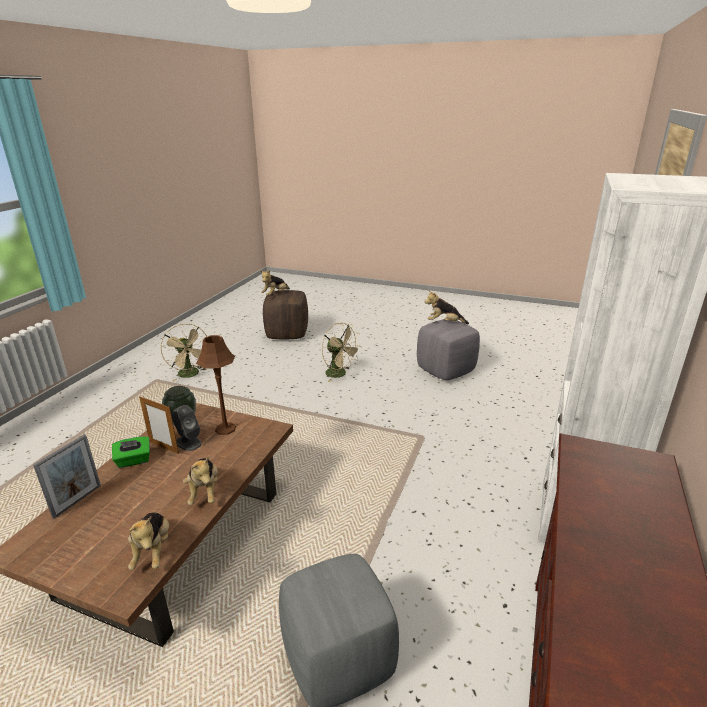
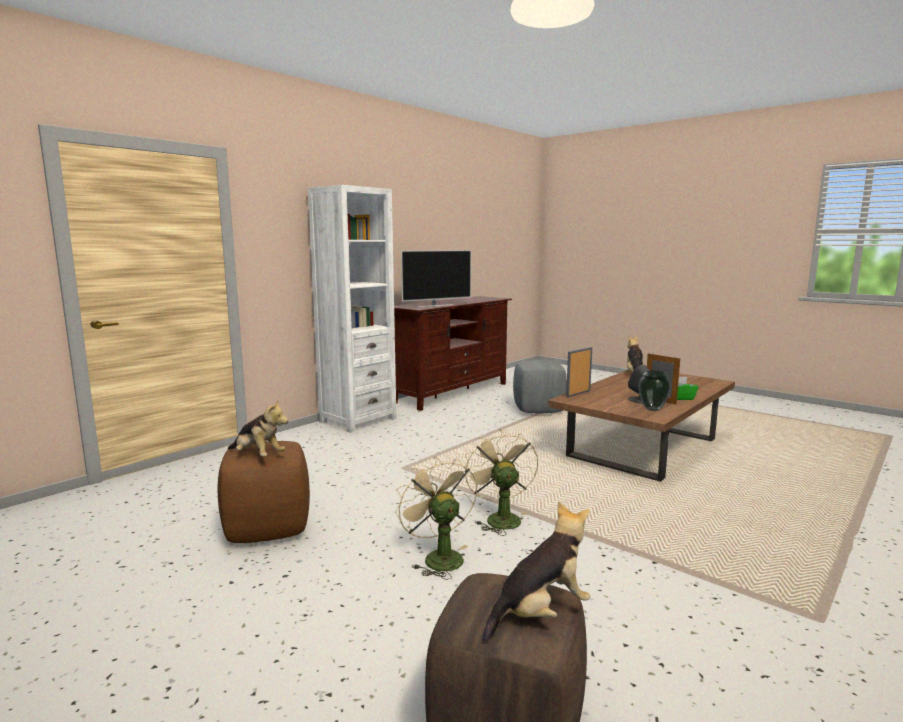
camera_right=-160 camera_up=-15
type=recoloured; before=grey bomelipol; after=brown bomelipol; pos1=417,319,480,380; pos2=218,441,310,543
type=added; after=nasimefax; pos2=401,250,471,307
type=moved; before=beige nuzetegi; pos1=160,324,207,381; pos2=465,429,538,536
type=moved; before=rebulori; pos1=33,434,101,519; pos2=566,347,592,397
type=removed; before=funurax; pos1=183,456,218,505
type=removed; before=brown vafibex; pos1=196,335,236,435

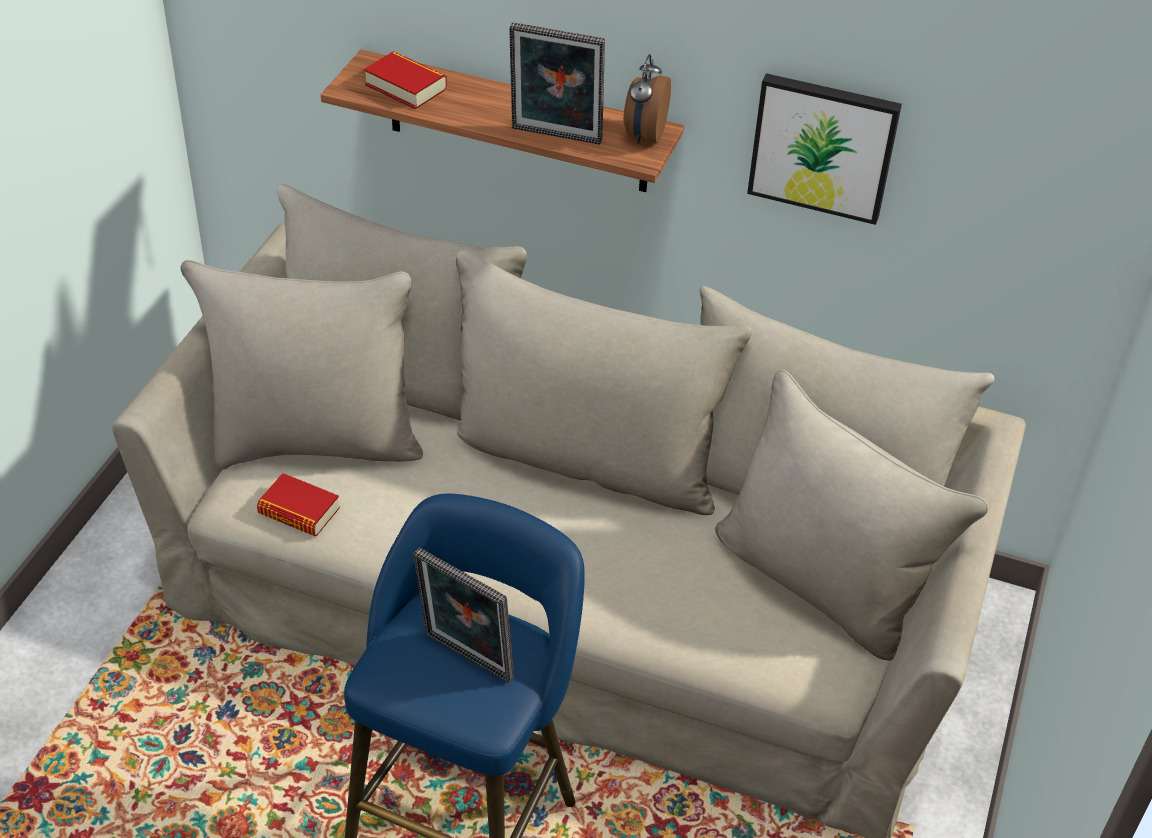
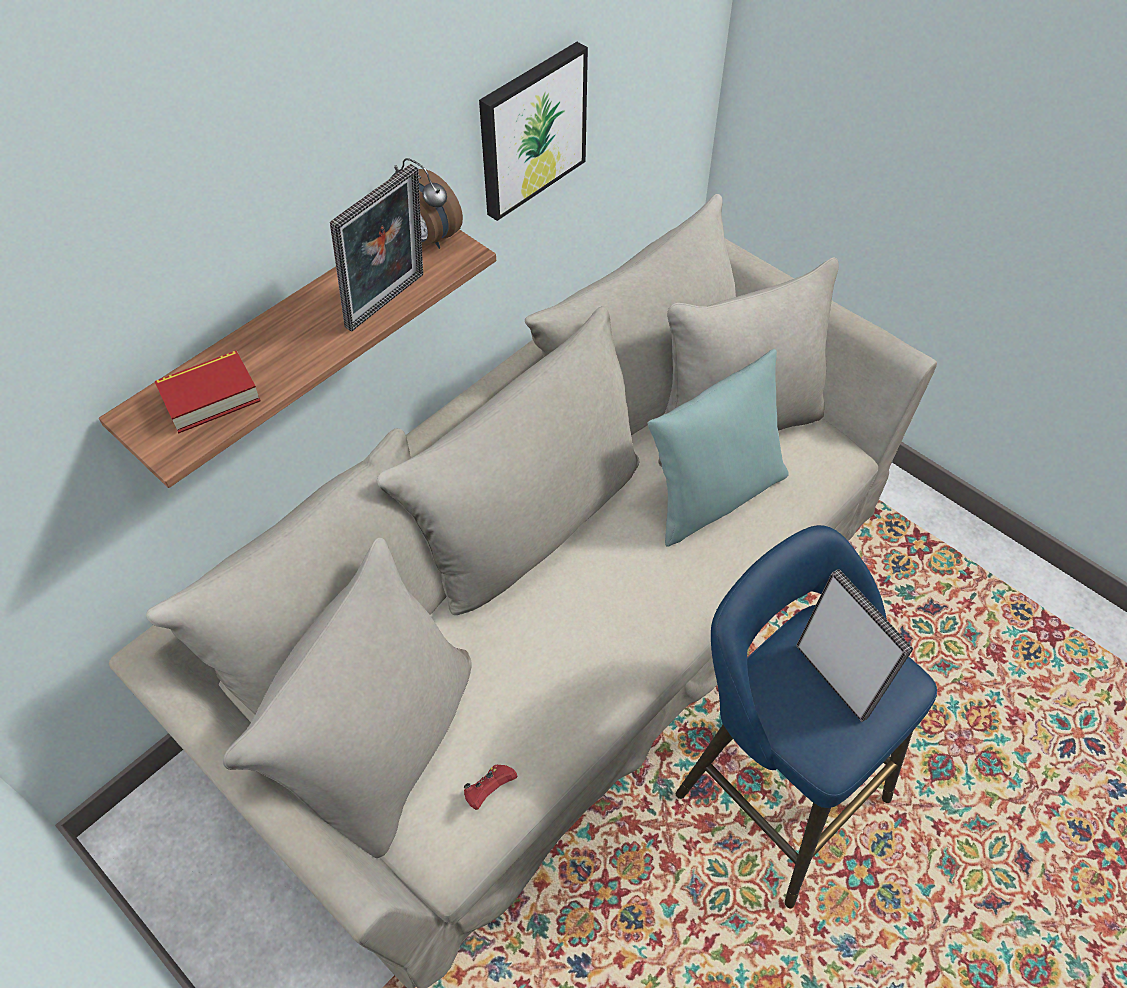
camera_right=-65 camera_up=10
type=replaced; before=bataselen; after=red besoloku; pos1=257,473,340,536; pos2=464,765,517,810
type=added; after=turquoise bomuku; pos2=647,349,789,547
type=turned; before=rebulori; pos1=413,548,514,683; pos2=796,569,913,722; turn=-90

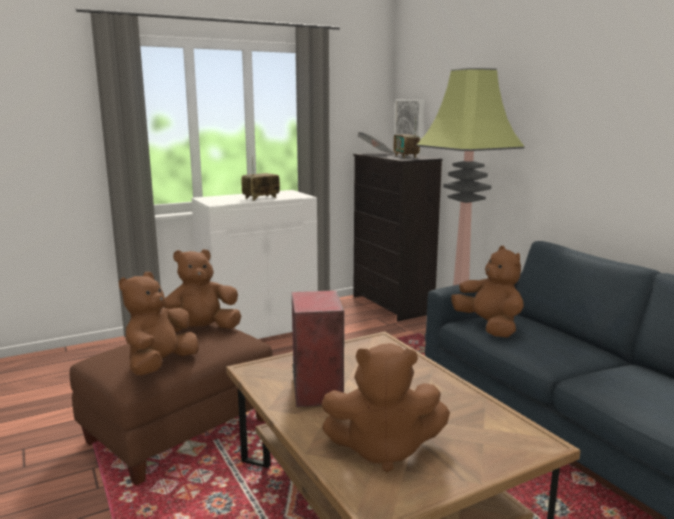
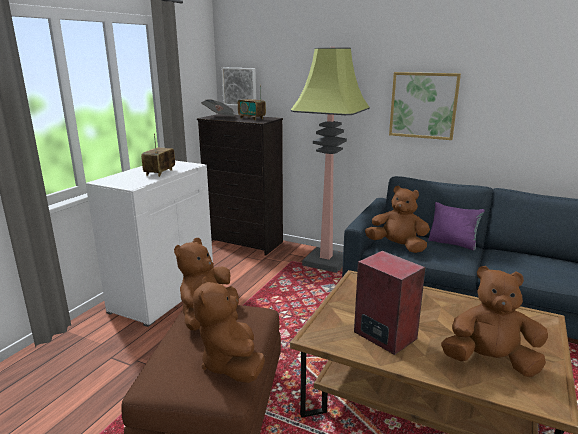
camera_right=-35 camera_up=5
type=added; after=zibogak; pos2=389,72,461,140
type=added; after=purple bomuku; pos2=428,202,485,251
type=turned; before=brown funurax; pos1=321,343,450,472; pos2=441,266,548,377; turn=-135

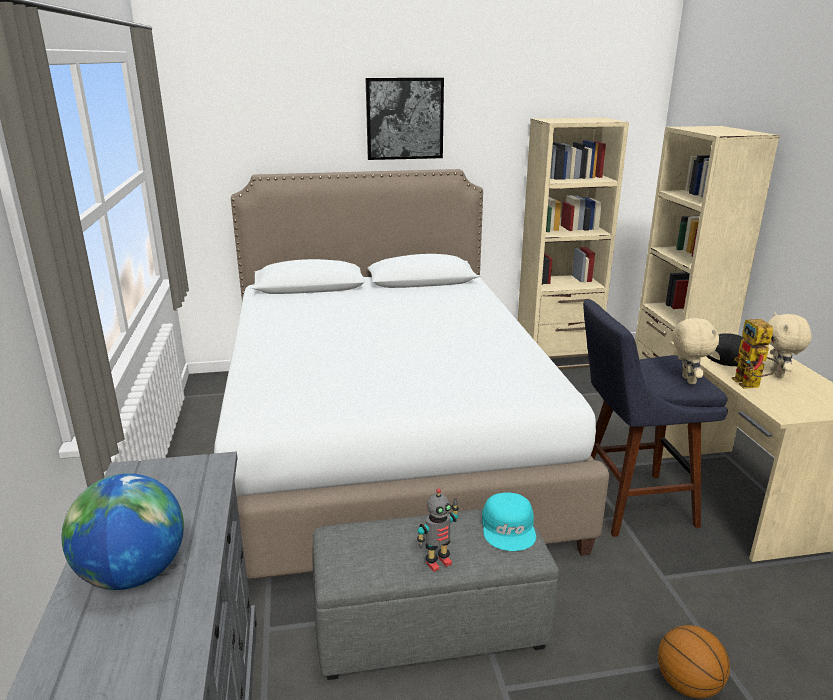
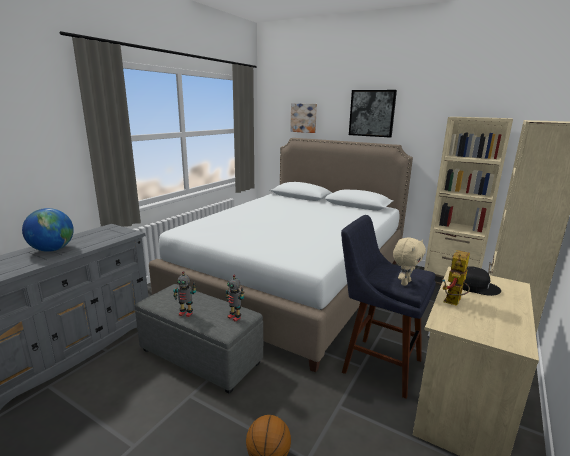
camera_right=40 camera_up=-5
type=replaced; before=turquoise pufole; after=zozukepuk; pos1=482,492,536,551; pos2=226,275,245,322
type=added; after=zibogak; pos2=290,103,317,133
type=removed; before=beige funurax; pos1=768,313,812,378

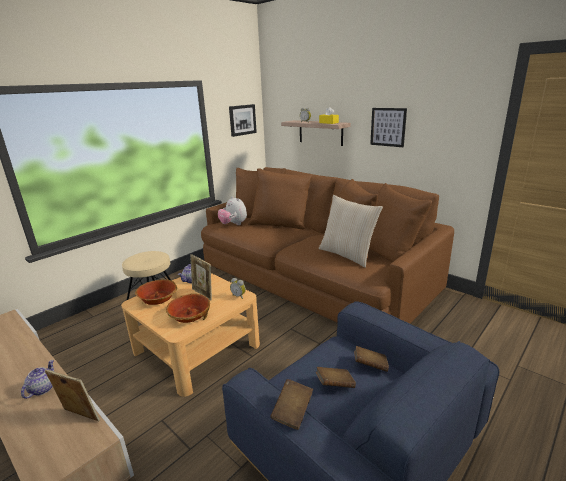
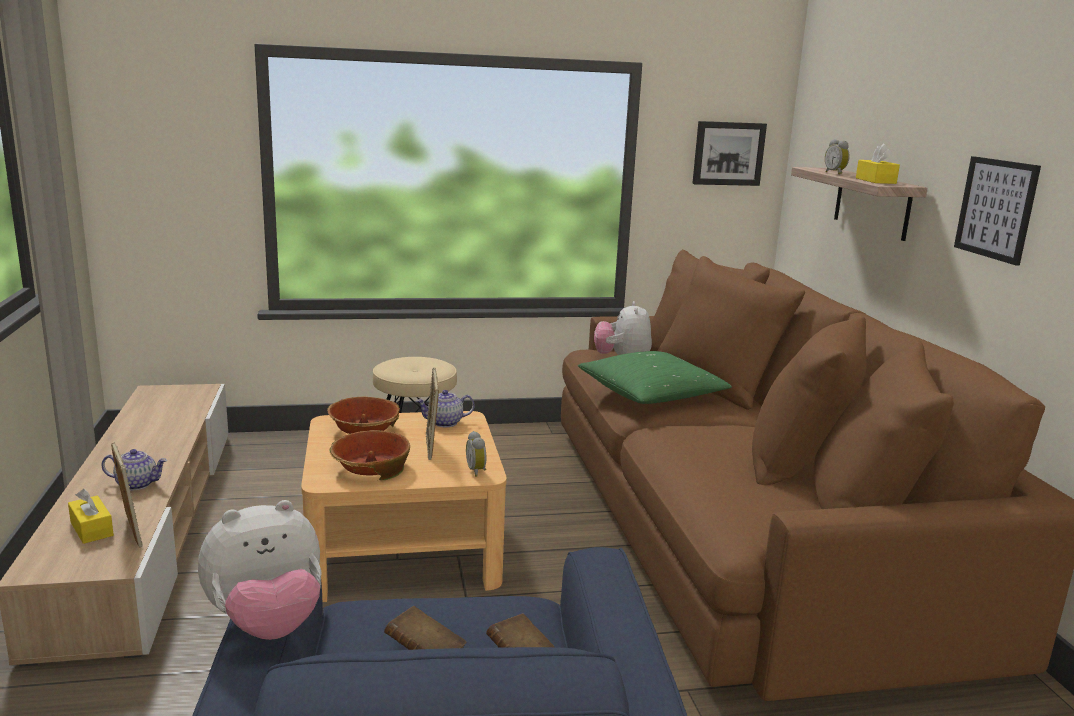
camera_right=35 camera_up=-5
type=added; after=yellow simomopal; pos2=68,489,114,544
type=turned; before=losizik; pos1=21,360,54,399; pos2=101,449,167,490; turn=45
type=replaced; before=brown bataselen; after=funurax; pos1=270,379,313,430; pos2=198,500,322,640
type=added; after=green bomuku; pos2=578,351,732,404
type=removed; before=beige bomuku; pos1=319,195,383,268

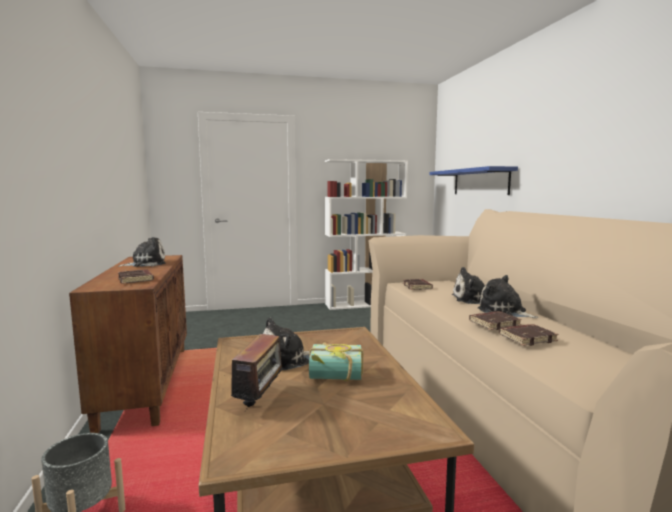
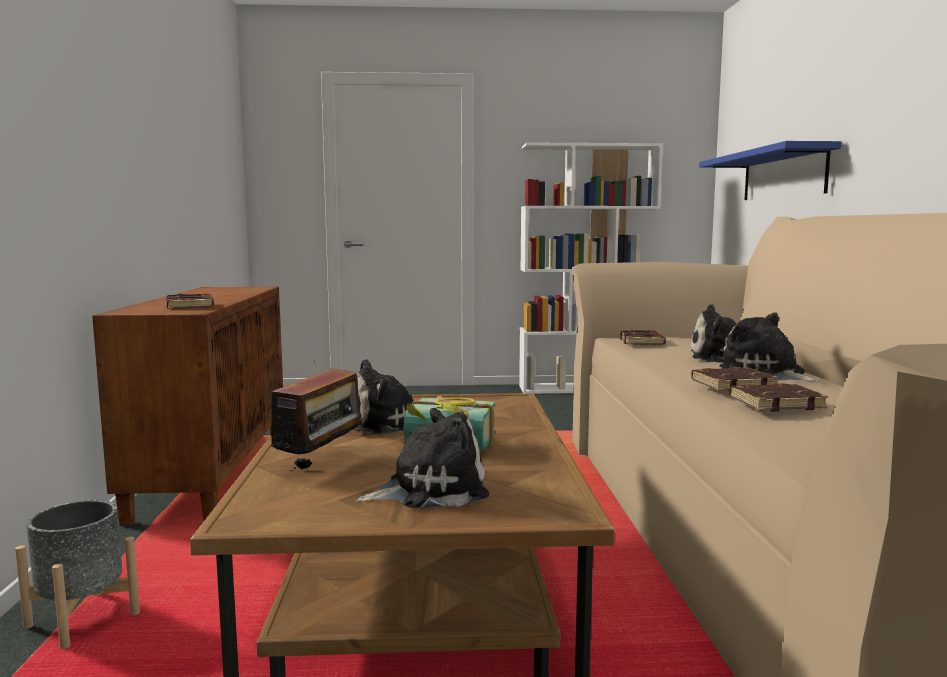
camera_right=10 camera_up=0
type=moved; before=funurax; pos1=118,237,166,267; pos2=356,408,489,508

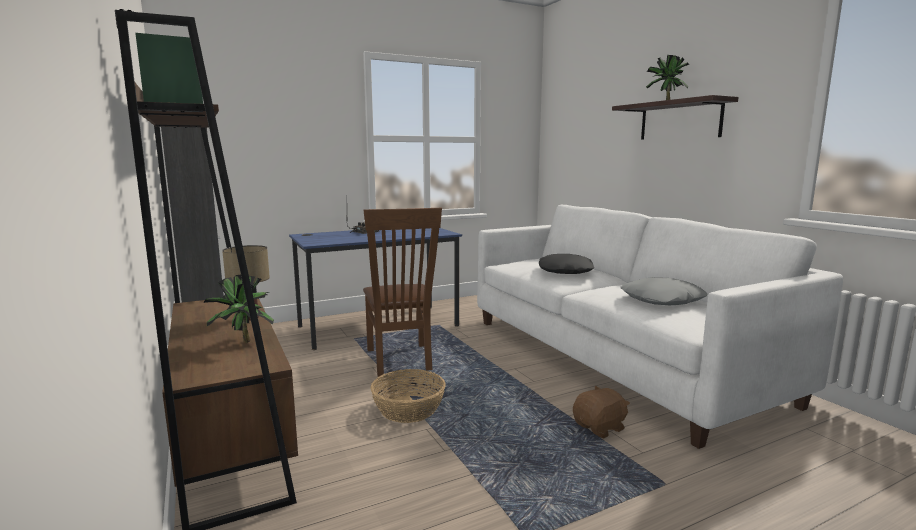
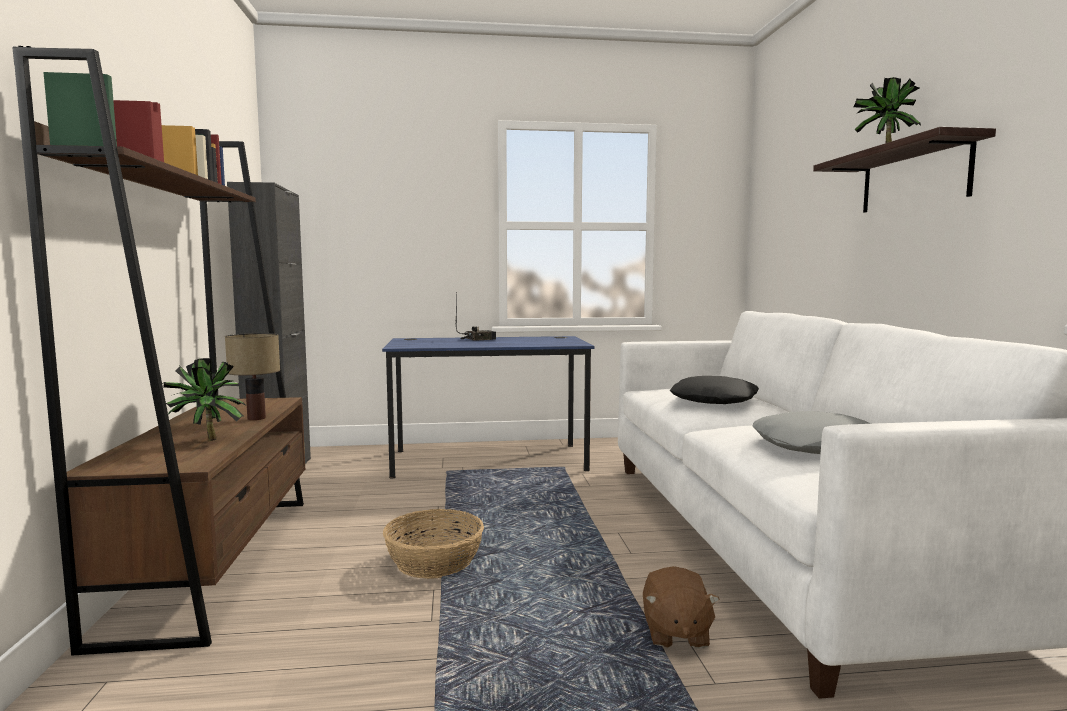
camera_right=20 camera_up=-5
type=turned; before=brown funurax; pos1=573,385,630,438; pos2=643,566,720,648; turn=105
type=removed; before=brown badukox; pos1=363,208,442,377

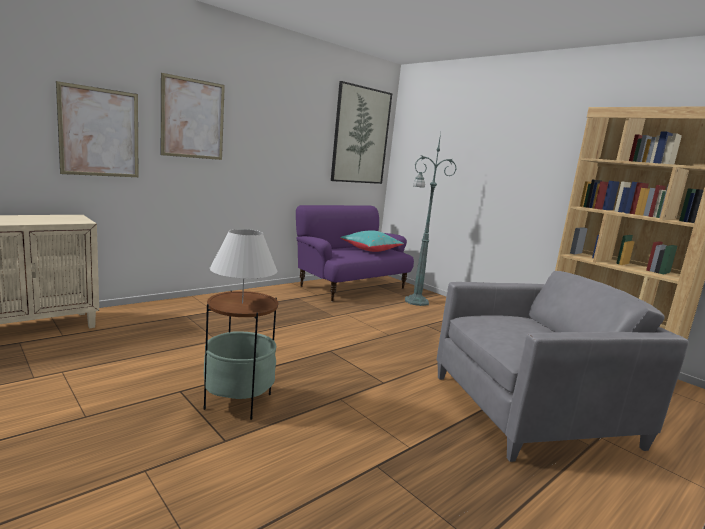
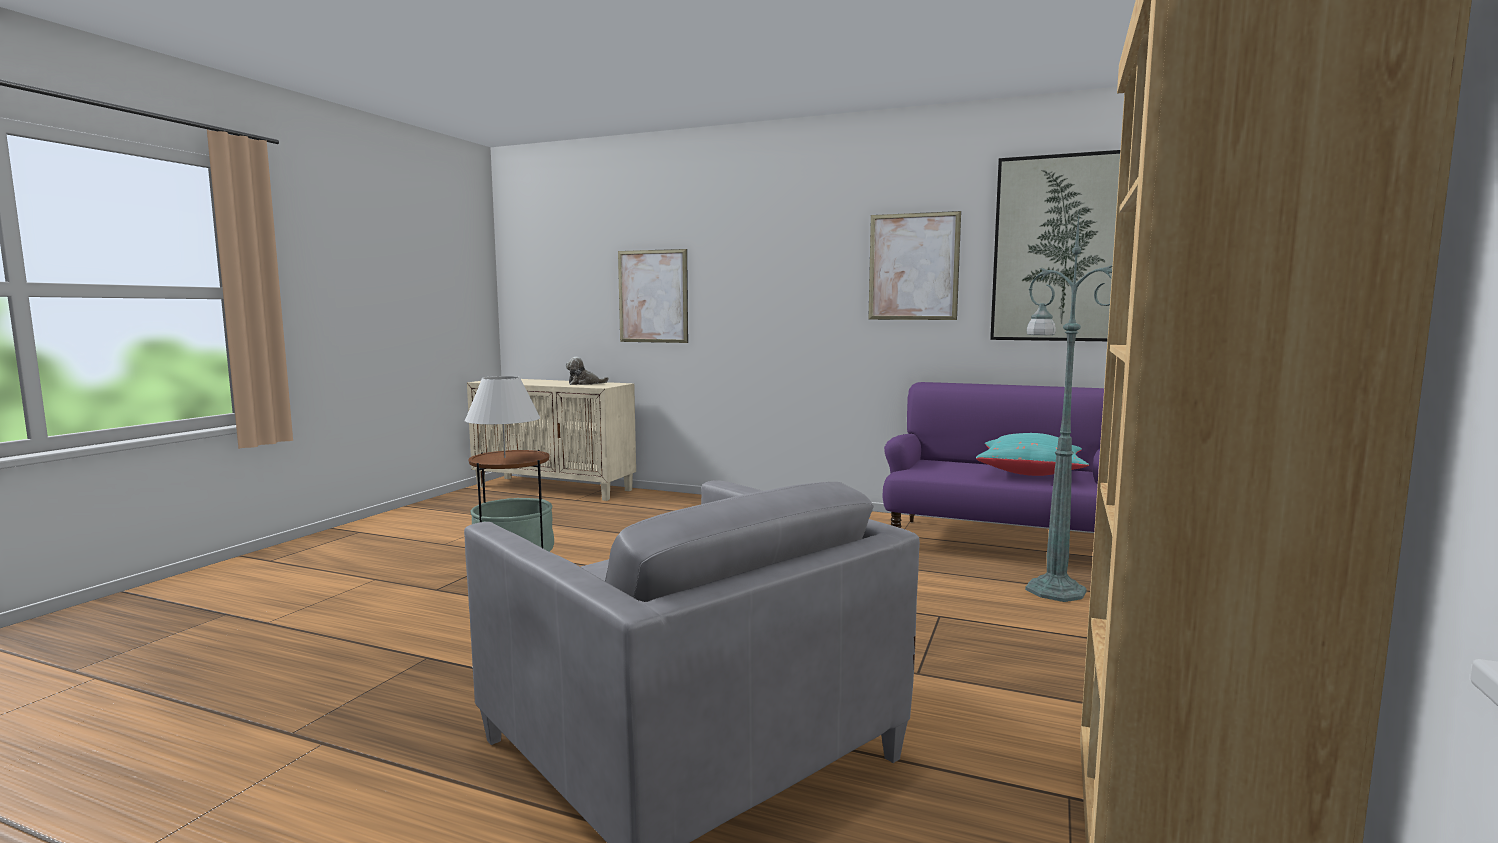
camera_right=65 camera_up=-5
type=added; after=funurax; pos2=566,357,609,385
type=moved; before=zibogak; pos1=161,73,225,160; pos2=868,211,961,320

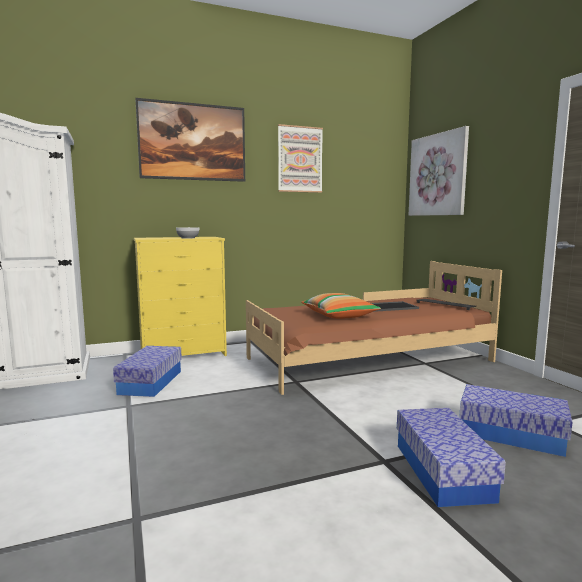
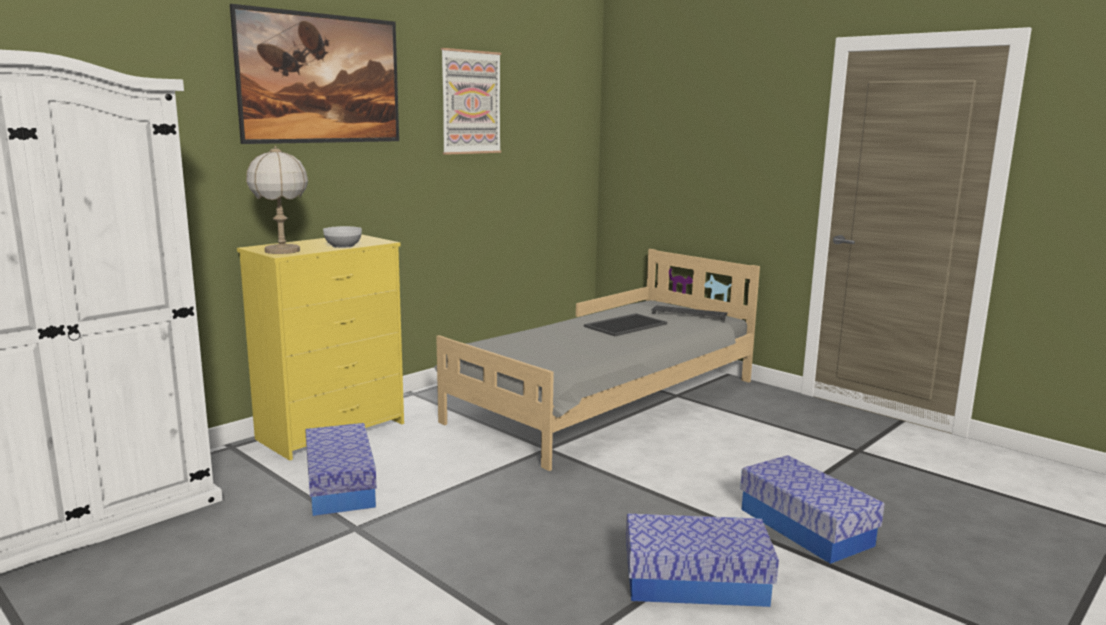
camera_right=-25 camera_up=5
type=added; after=vafibex; pos2=246,146,308,254
type=recoloured; before=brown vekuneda; after=grey vekuneda; pos1=246,261,502,395; pos2=434,249,760,471
type=moved; before=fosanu; pos1=459,384,573,457; pos2=626,514,779,607
type=removed; before=bomuku; pos1=301,293,381,319
type=removed; before=zibogak; pos1=409,126,469,216

